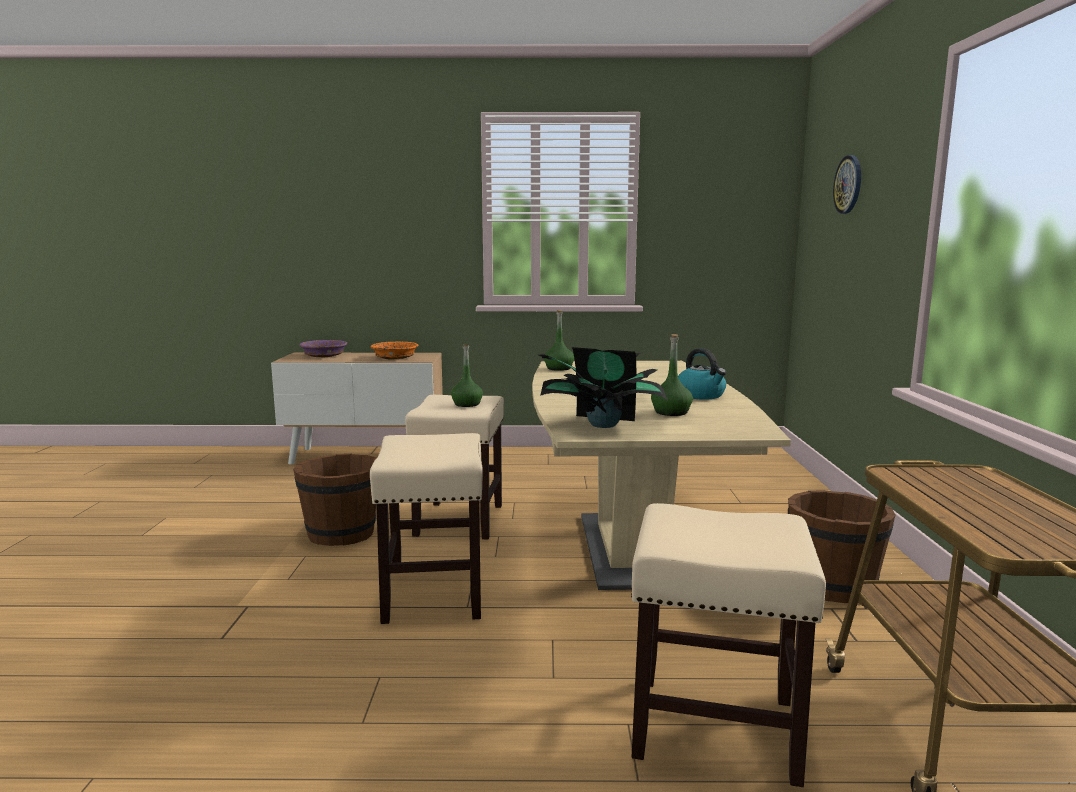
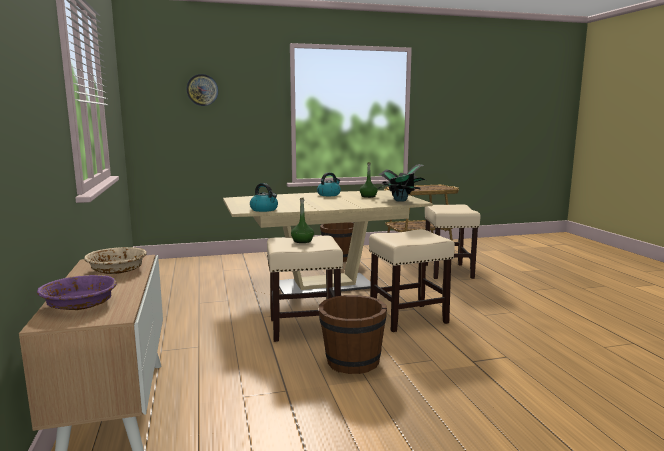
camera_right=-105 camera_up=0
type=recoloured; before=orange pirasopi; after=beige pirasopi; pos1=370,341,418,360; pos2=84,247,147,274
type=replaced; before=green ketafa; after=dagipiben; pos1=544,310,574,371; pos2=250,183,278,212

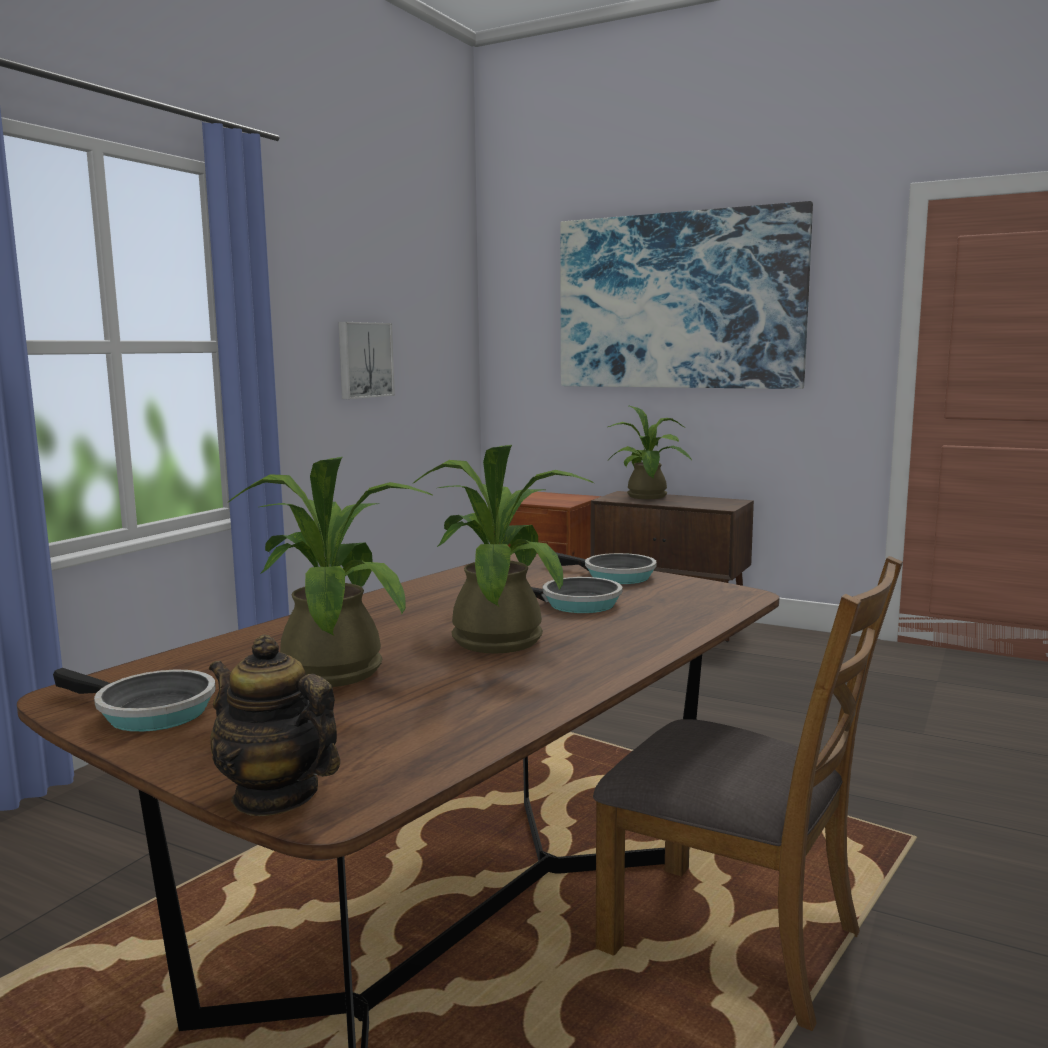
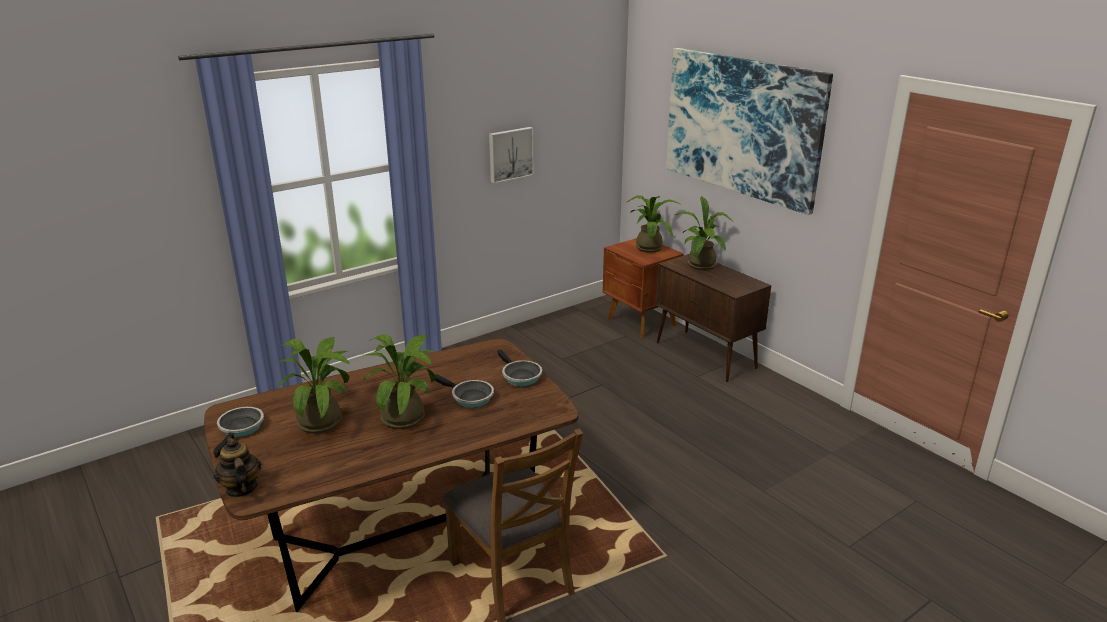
camera_right=25 camera_up=15
type=turned; before=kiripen; pos1=53,668,216,732; pos2=213,407,264,458; turn=-135
type=added; after=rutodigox; pos2=627,195,680,253

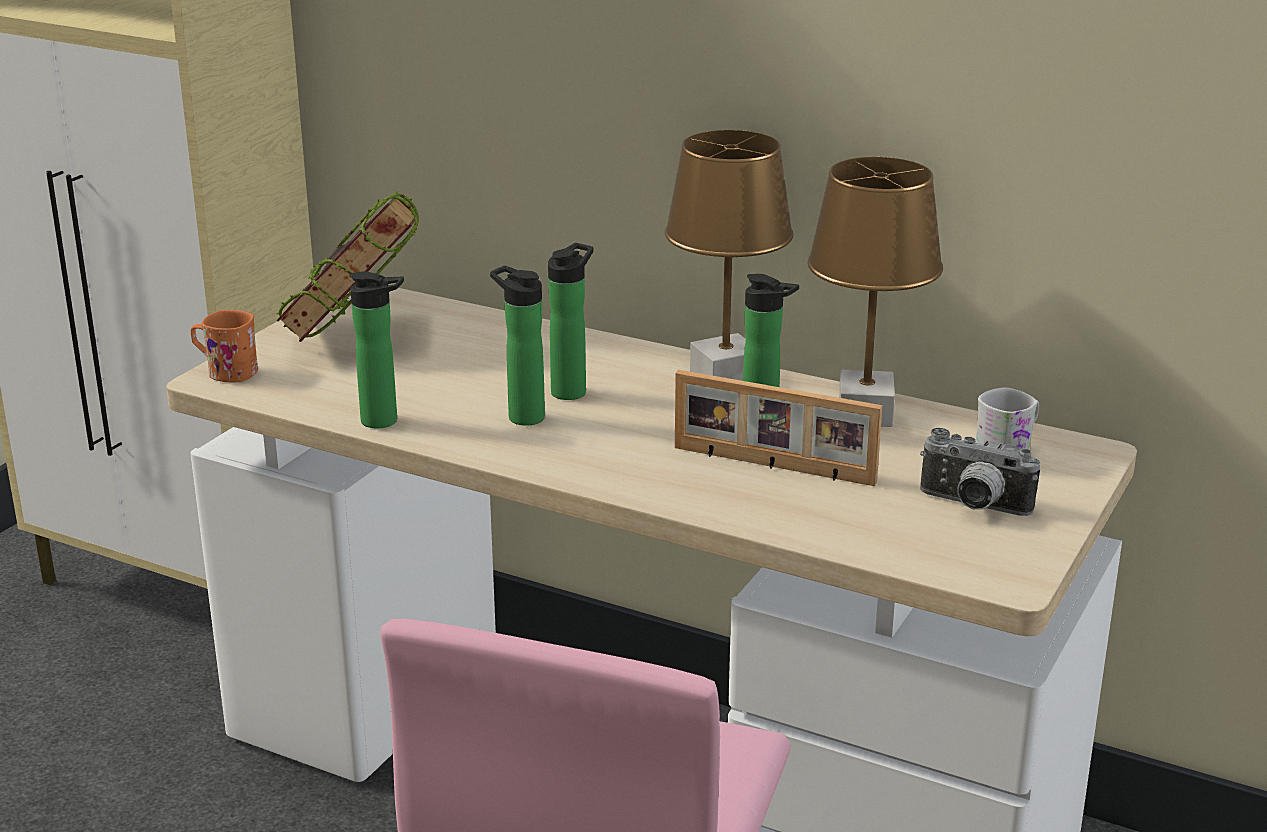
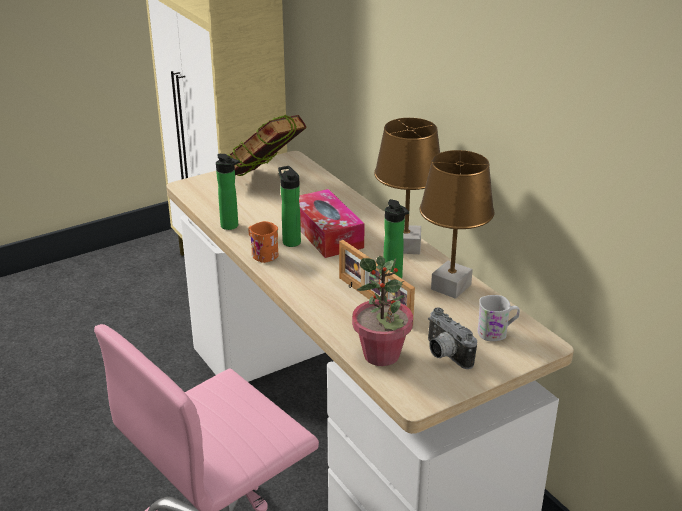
camera_right=30 camera_up=5
type=moved; before=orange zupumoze; pos1=191,310,258,382; pos2=248,221,279,263
type=replaced; before=ketafa; after=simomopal; pos1=548,243,593,400; pos2=299,189,365,258
type=added; after=rutodigox; pos2=352,256,413,366

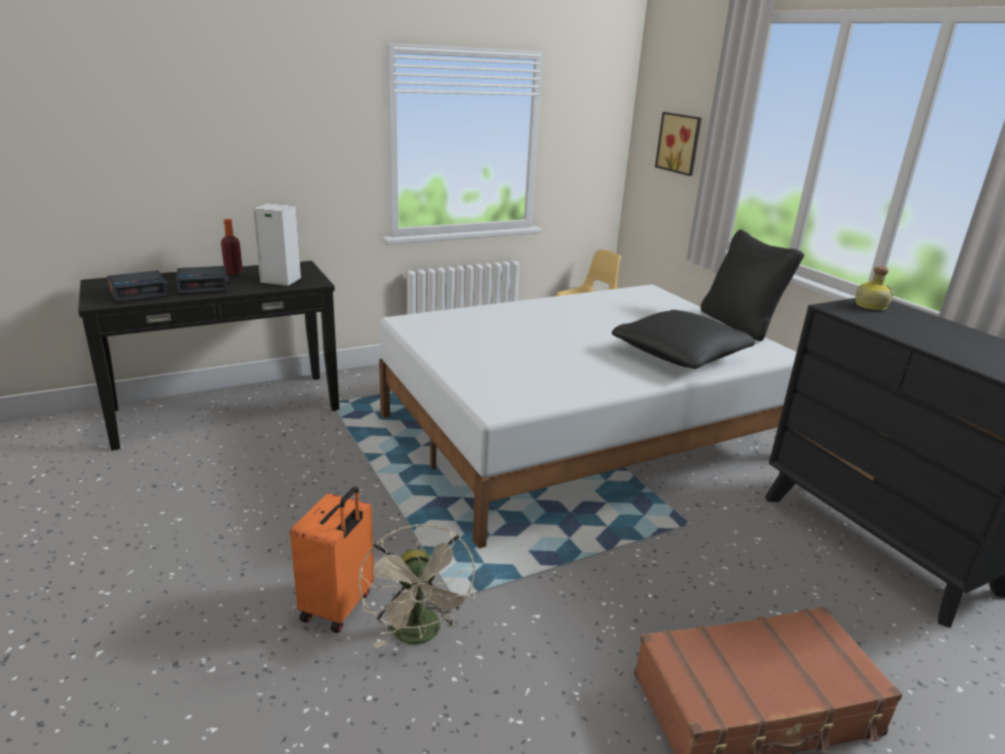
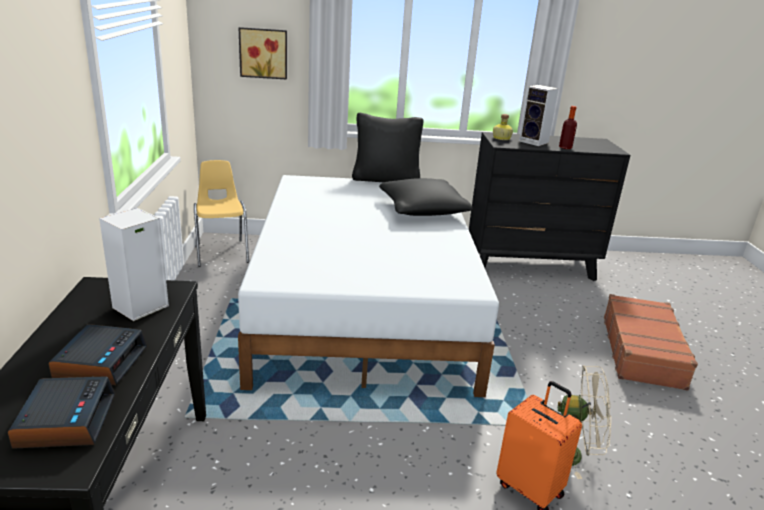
camera_right=-65 camera_up=0
type=added; after=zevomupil; pos2=519,85,559,146
type=moved; before=ketafa; pos1=221,219,243,275; pos2=559,106,577,149

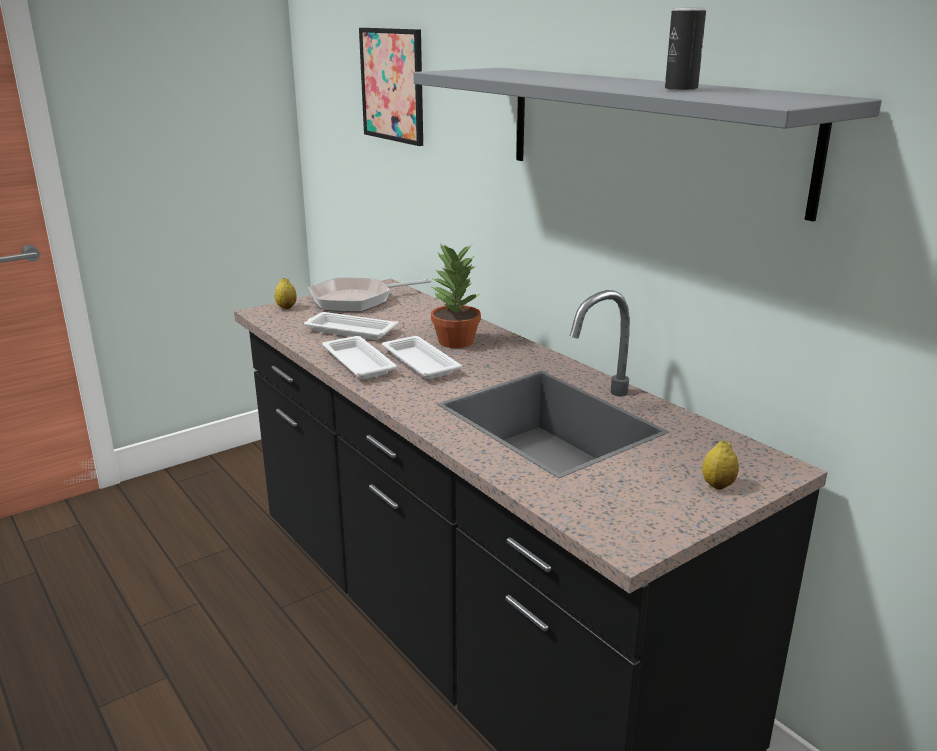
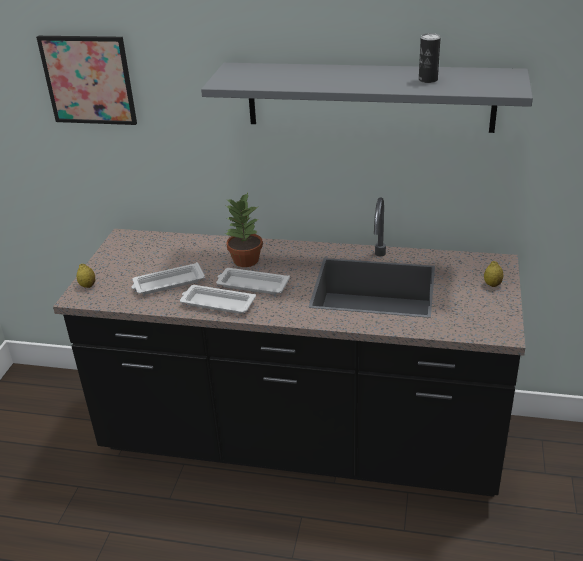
camera_right=-40 camera_up=10
type=removed; before=kiripen; pos1=309,277,431,312

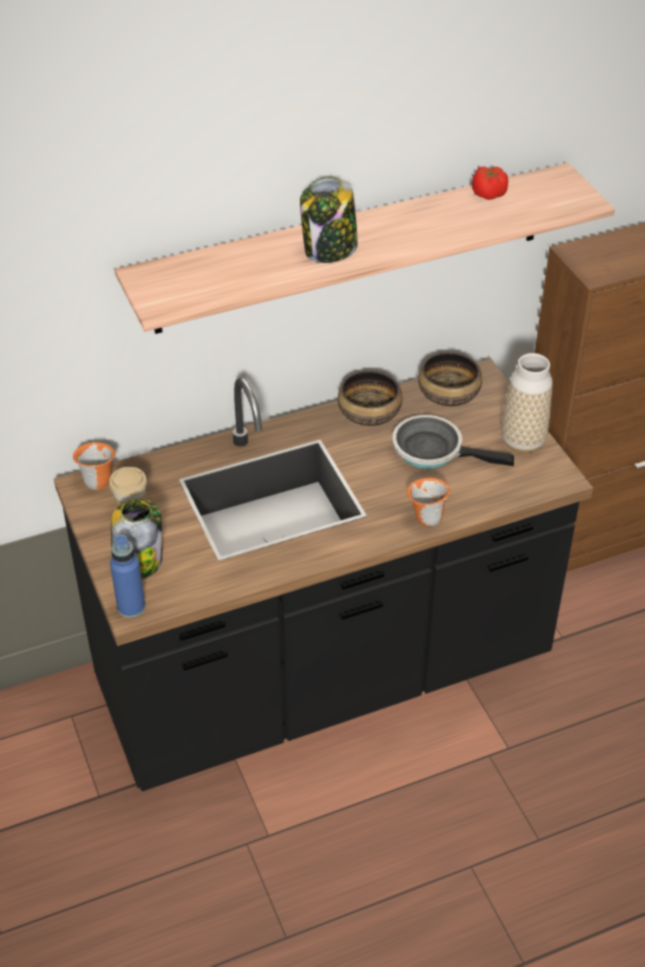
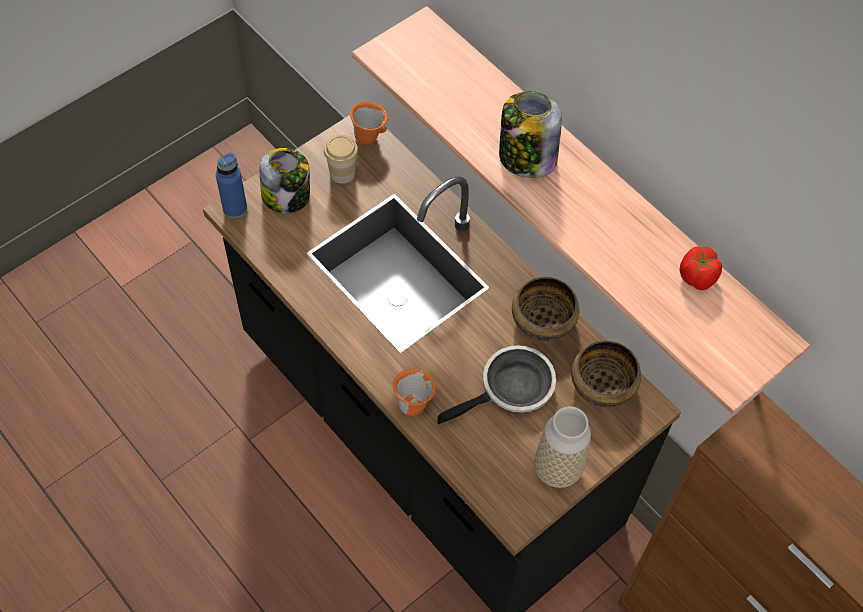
camera_right=70 camera_up=15
type=turned; before=kiripen; pos1=392,415,514,469; pos2=437,345,556,424; turn=60

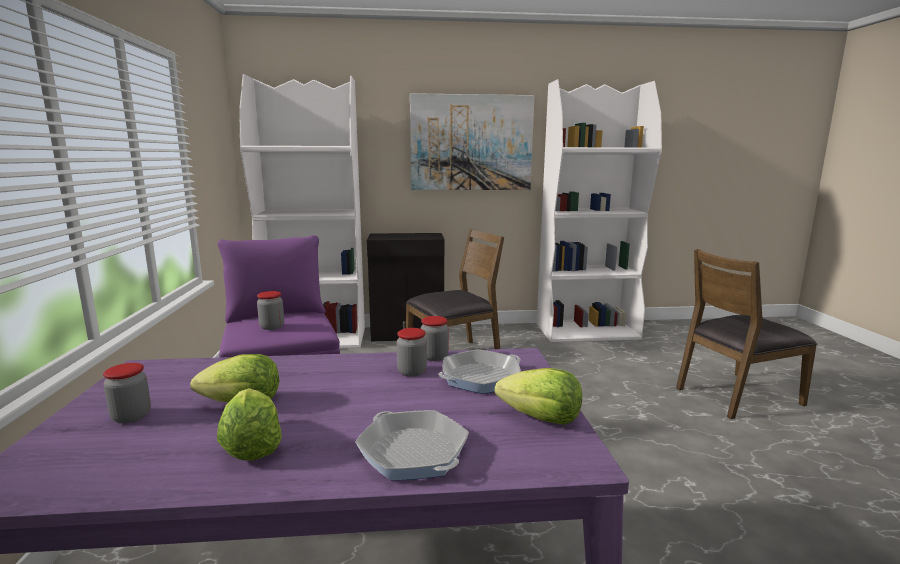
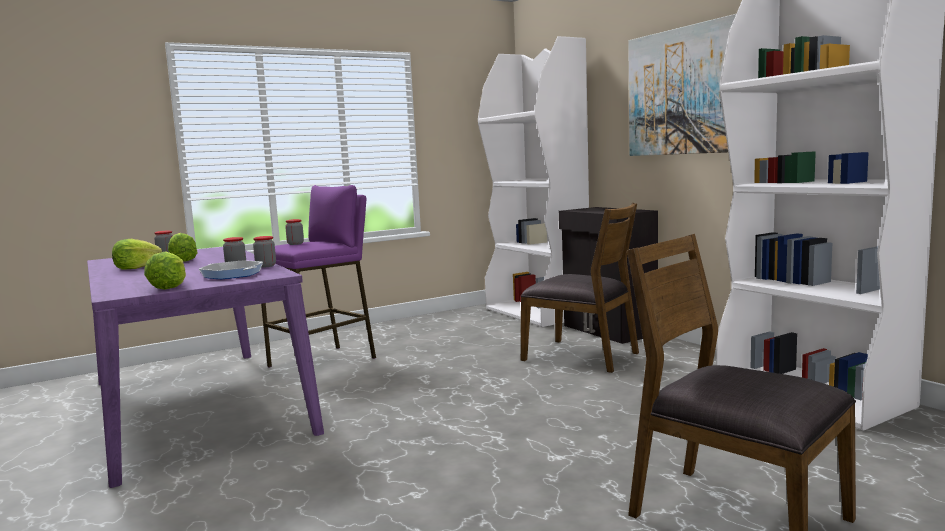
camera_right=65 camera_up=-5
type=removed; before=kiripen; pos1=355,410,469,480

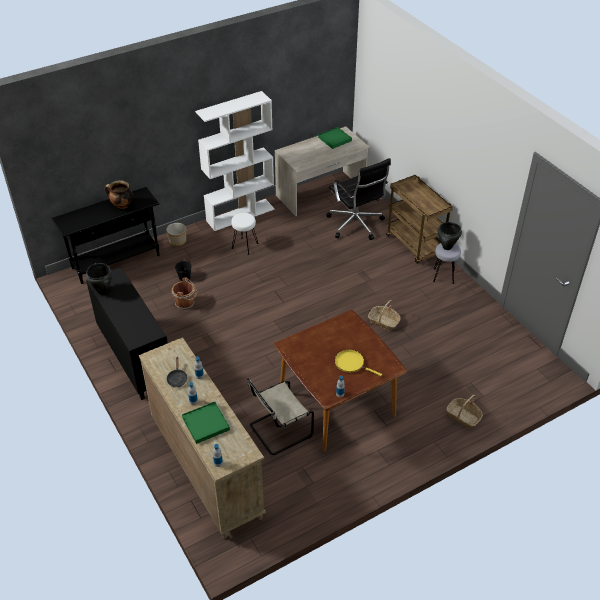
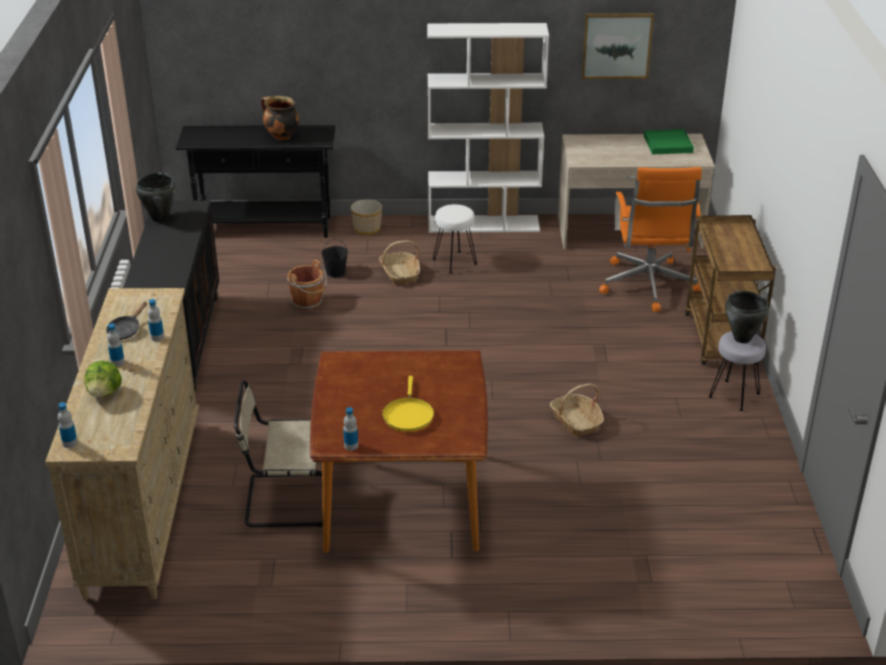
camera_right=30 camera_up=-10
type=replaced; before=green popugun; after=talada; pos1=182,402,230,444; pos2=84,361,122,398
type=moved; before=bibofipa; pos1=446,395,483,428; pos2=379,241,420,285
type=turned; before=yellow kiripen; pos1=335,349,382,376; pos2=382,376,434,432; turn=-150
type=added; after=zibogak; pos2=581,13,654,79
type=recoloured; before=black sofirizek; after=orange sofirizek; pos1=327,158,391,240; pos2=599,167,702,312

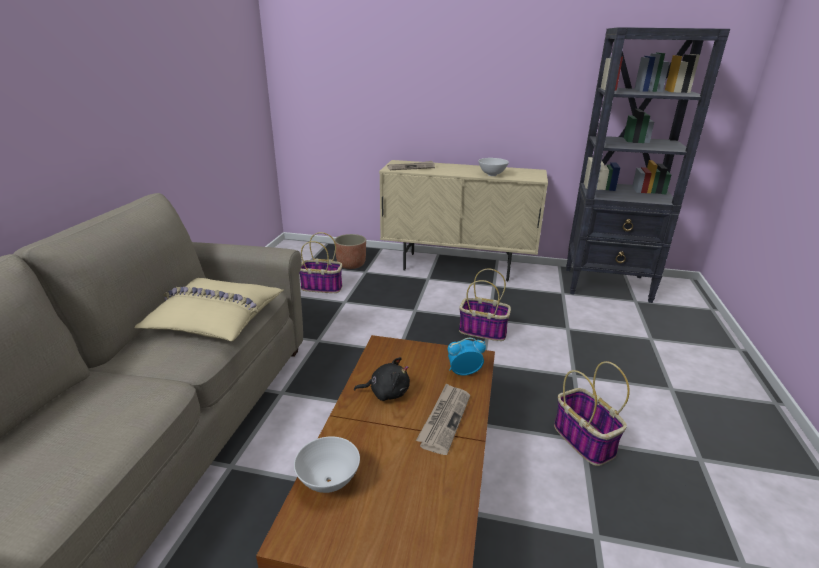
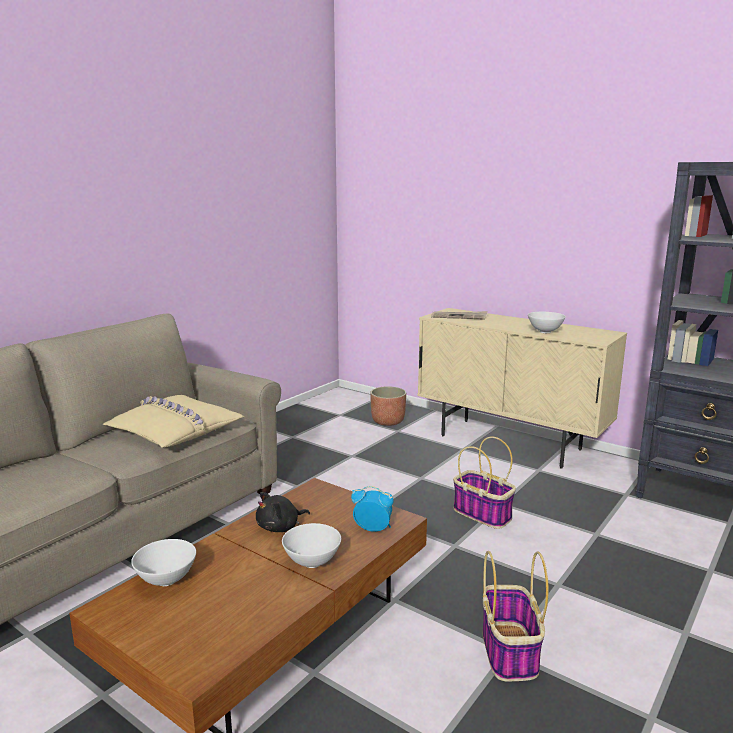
camera_right=25 camera_up=-10
type=turned; before=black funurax; pos1=354,357,410,401; pos2=256,492,310,532; turn=120
type=replaced; before=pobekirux; after=white pirasopi; pos1=416,383,470,455; pos2=282,523,341,568
type=removed; before=bibofipa; pos1=299,232,342,293

